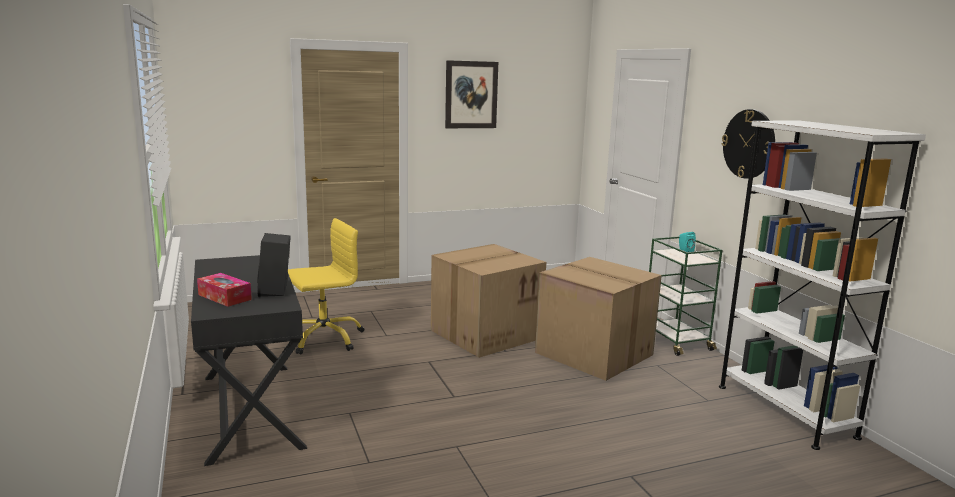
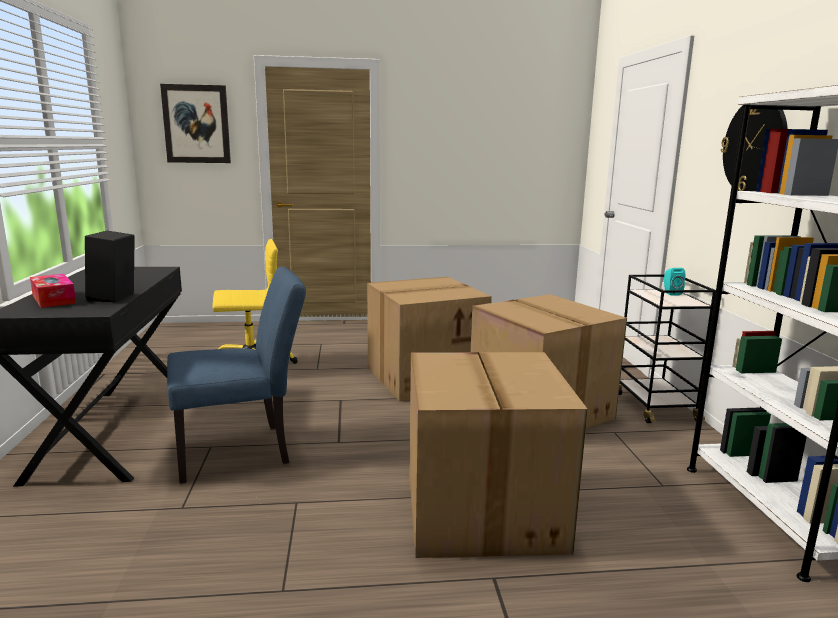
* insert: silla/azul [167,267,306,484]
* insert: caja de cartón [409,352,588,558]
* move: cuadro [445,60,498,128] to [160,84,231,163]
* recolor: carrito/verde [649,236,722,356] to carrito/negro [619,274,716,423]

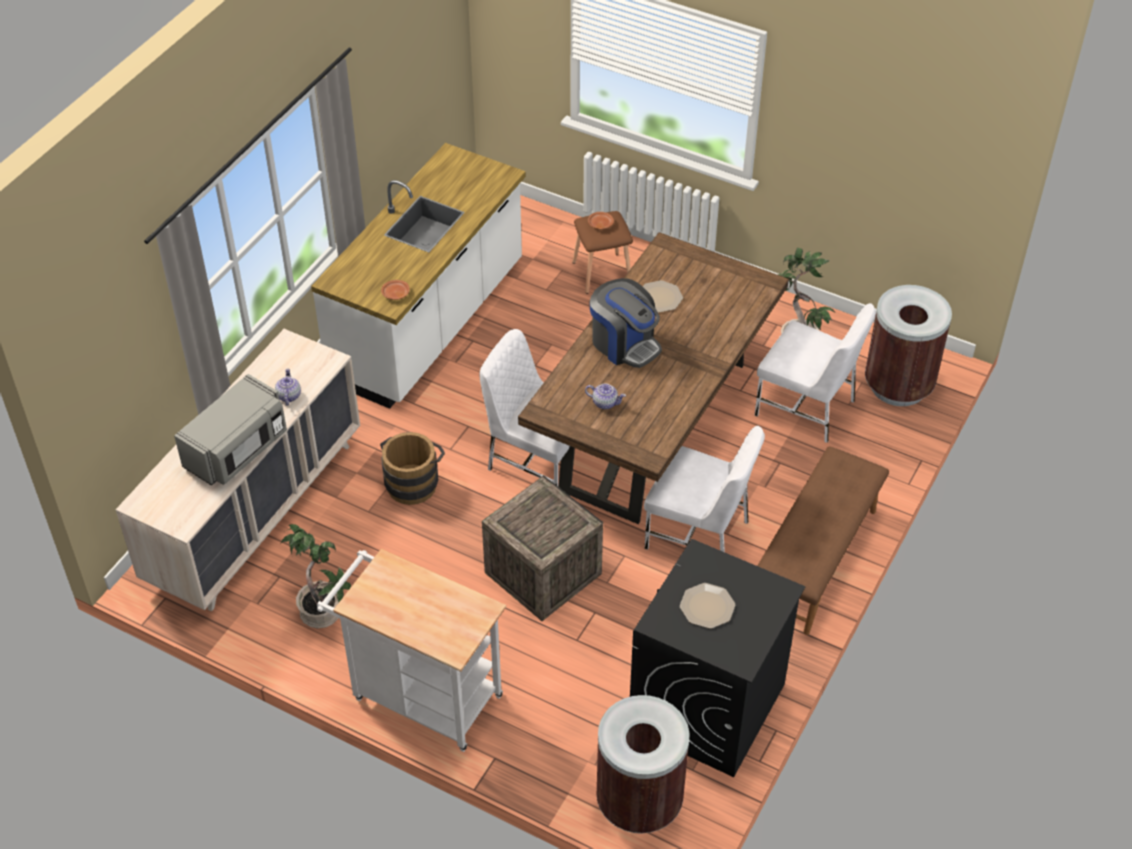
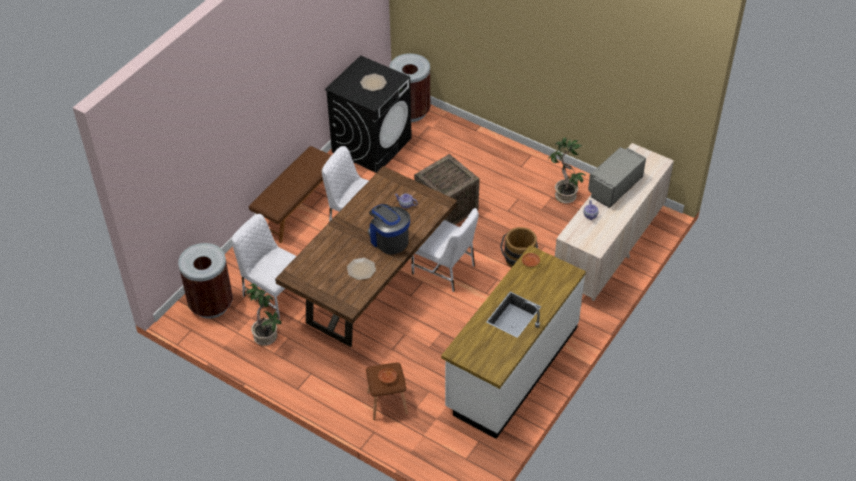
* delete: carrito/blanco [317,549,506,752]

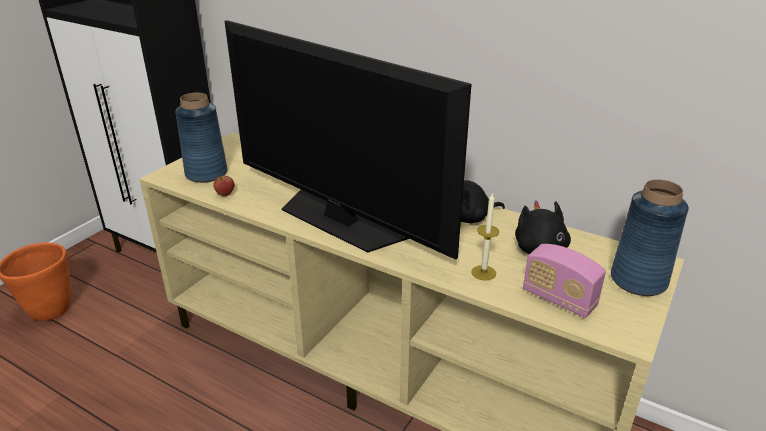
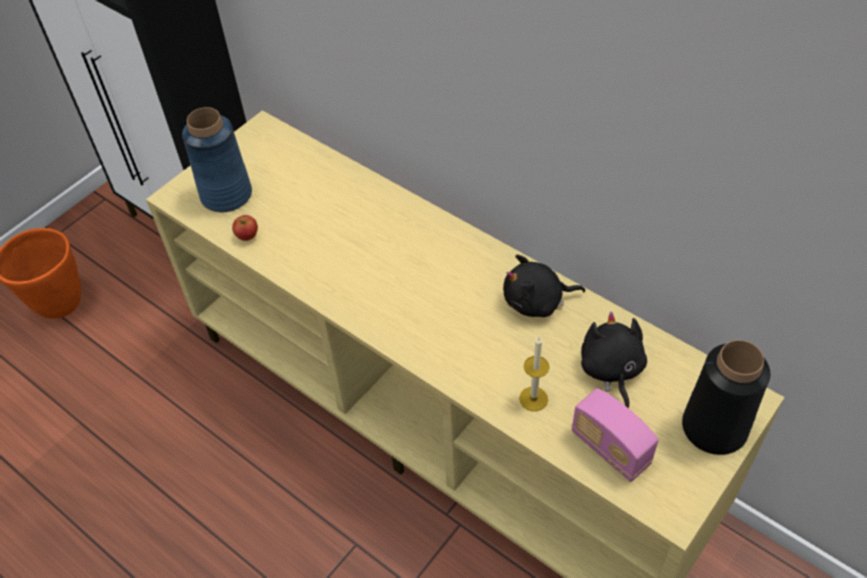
* delete: televisor [225,20,472,260]
* recolor: florero/azul [611,179,689,296] to florero/negro [682,340,770,455]

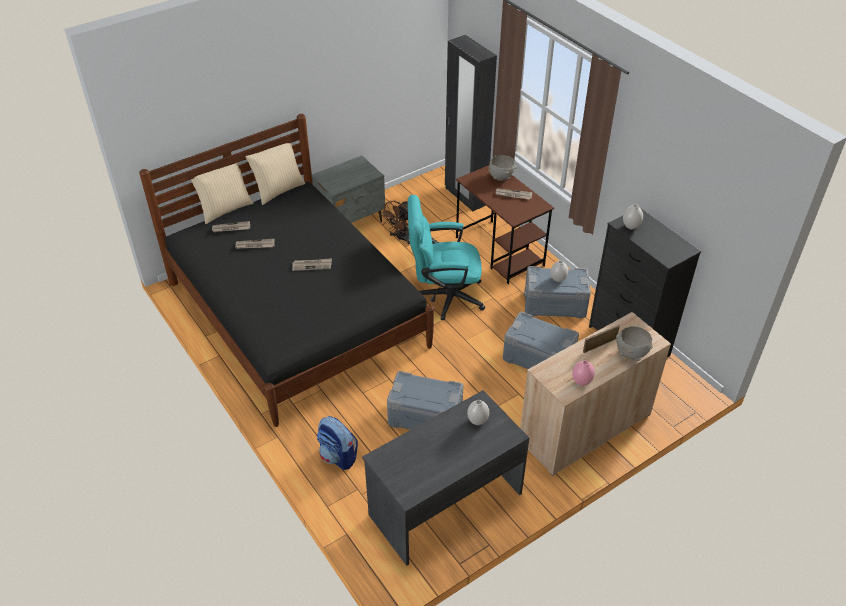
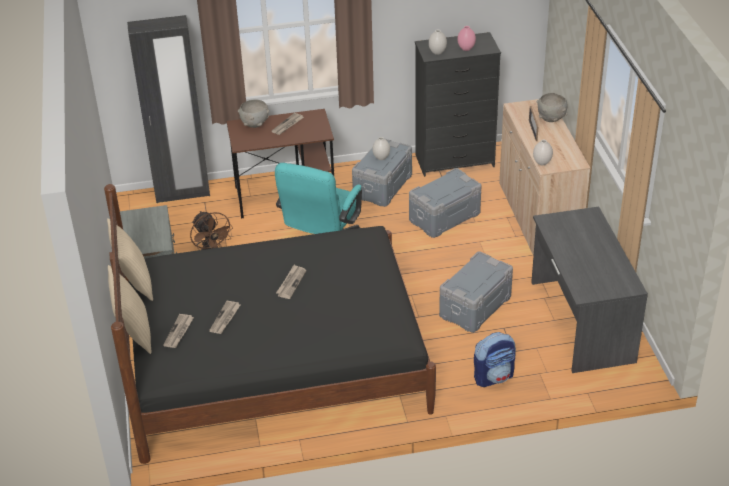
* move: florero/blanco [467,400,489,425] to [533,140,553,165]
* move: florero/rosa [572,360,595,386] to [458,26,476,51]

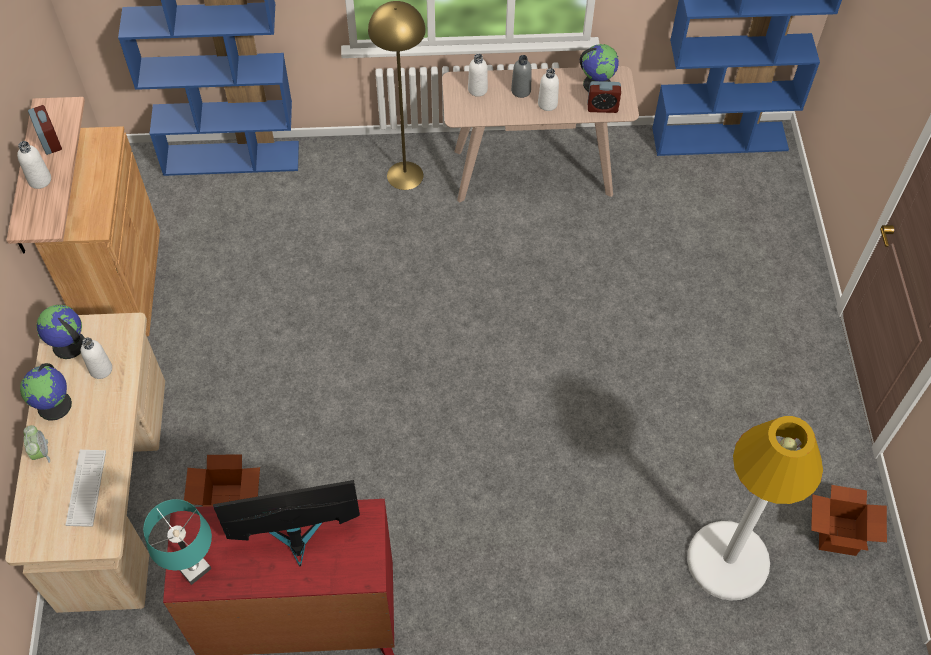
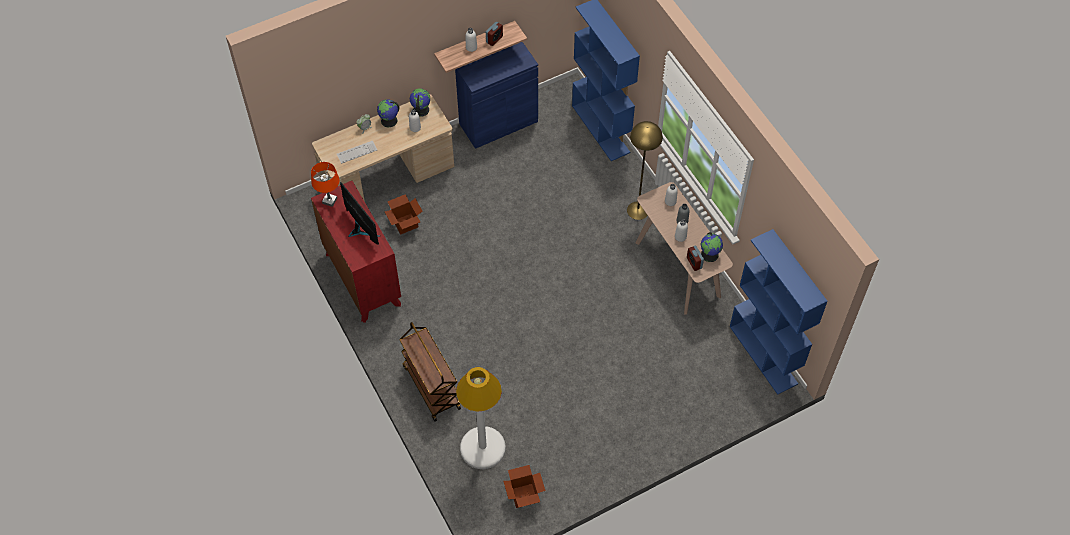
* insert: carrito/marrón [399,322,461,421]
* recolor: armario/marrón [35,126,160,336] to armario/azul [455,42,538,149]
* recolor: lámpara de mesa/turquesa [143,499,212,585] to lámpara de mesa/naranja [311,162,340,207]

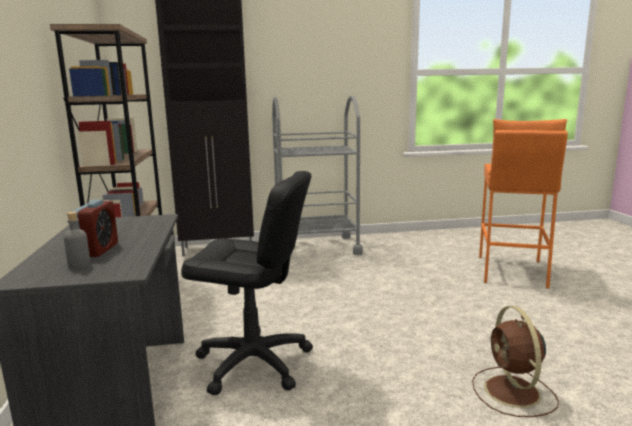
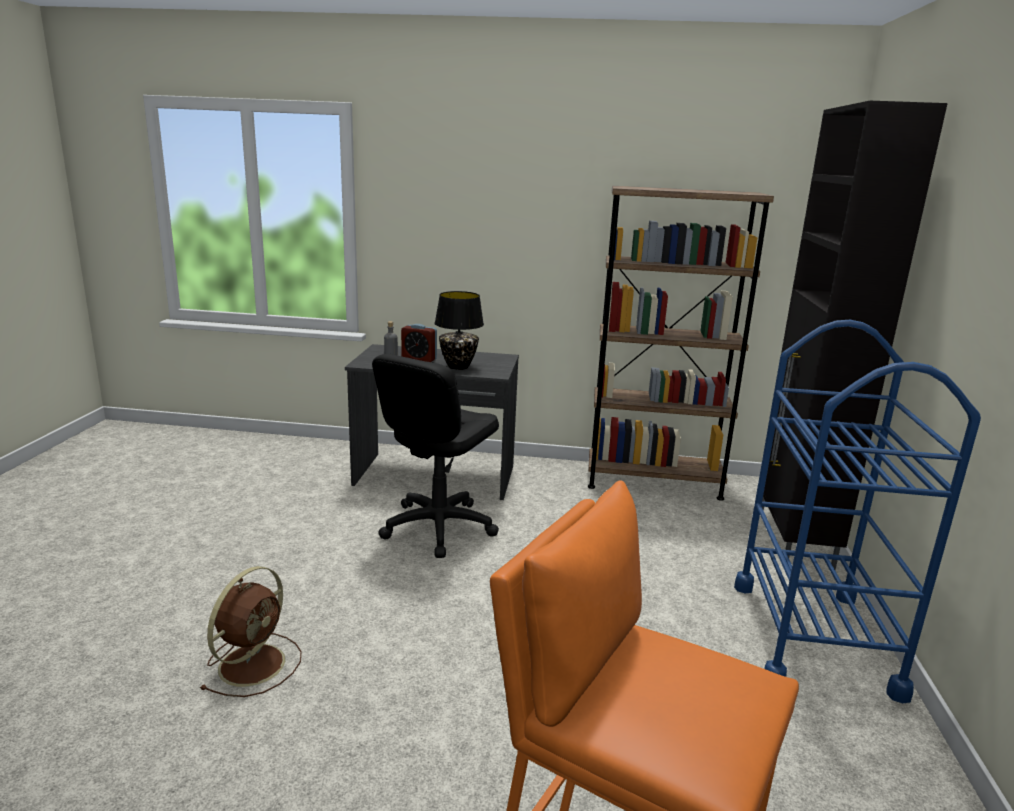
* insert: lámpara de mesa/negro [434,291,484,370]
* recolor: carrito/gris [272,95,363,255] to carrito/azul [734,320,981,703]
* rotate: ventilador/marrón [472,306,559,417] = [200,566,301,697] 105 degrees clockwise

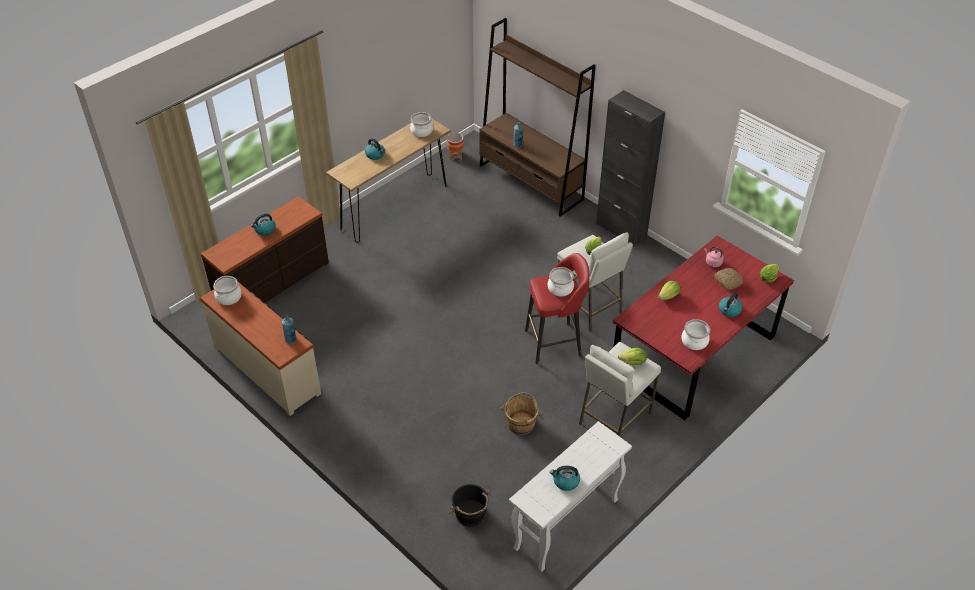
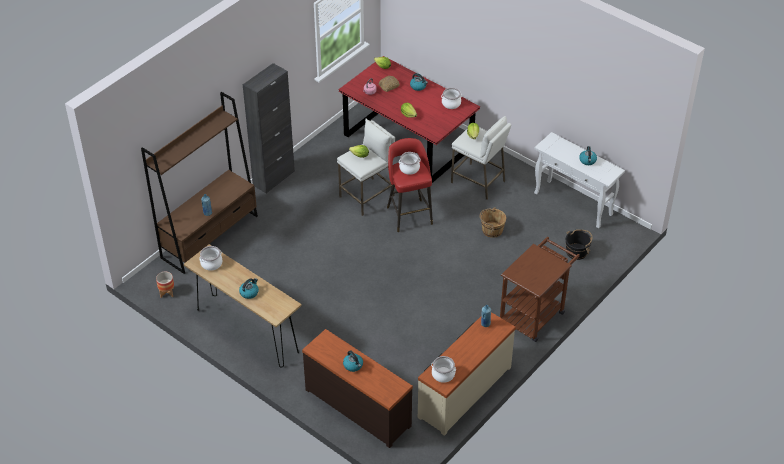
* insert: carrito/marrón [500,237,580,342]

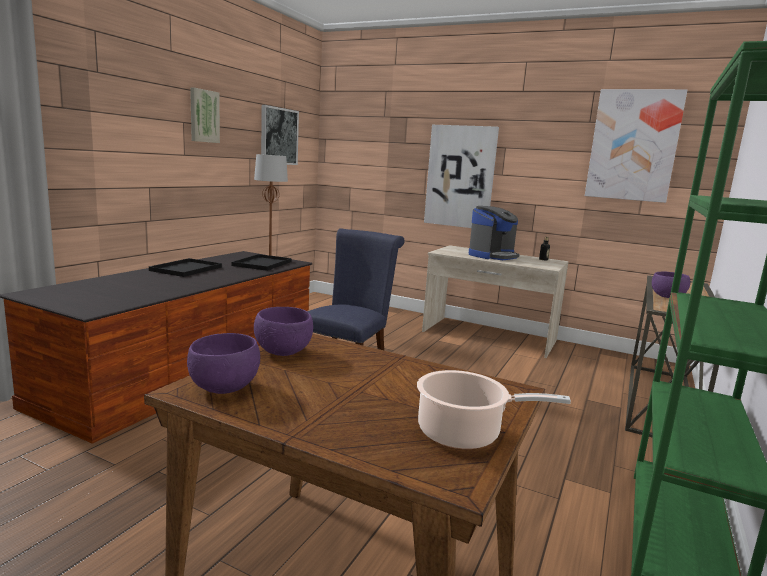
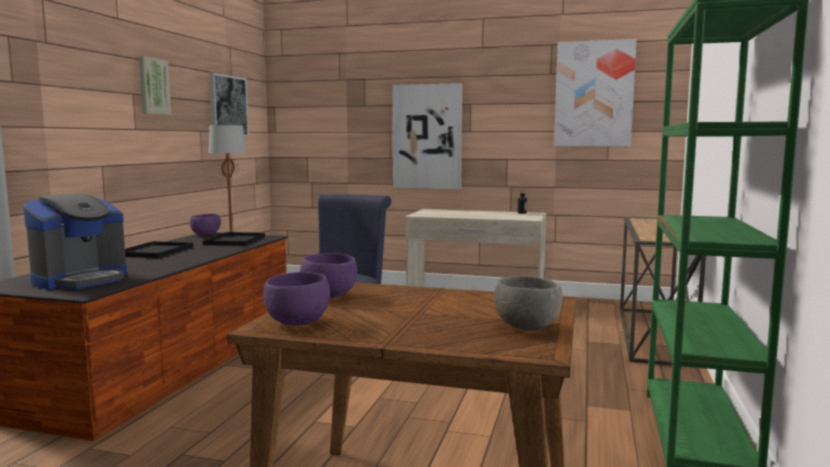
* move: cafetera [469,206,519,260] to [23,194,127,290]
* move: cuenco/morado [652,272,690,298] to [190,214,221,236]
* replace: olla [417,370,571,449] to cuenco/gris [494,276,562,331]

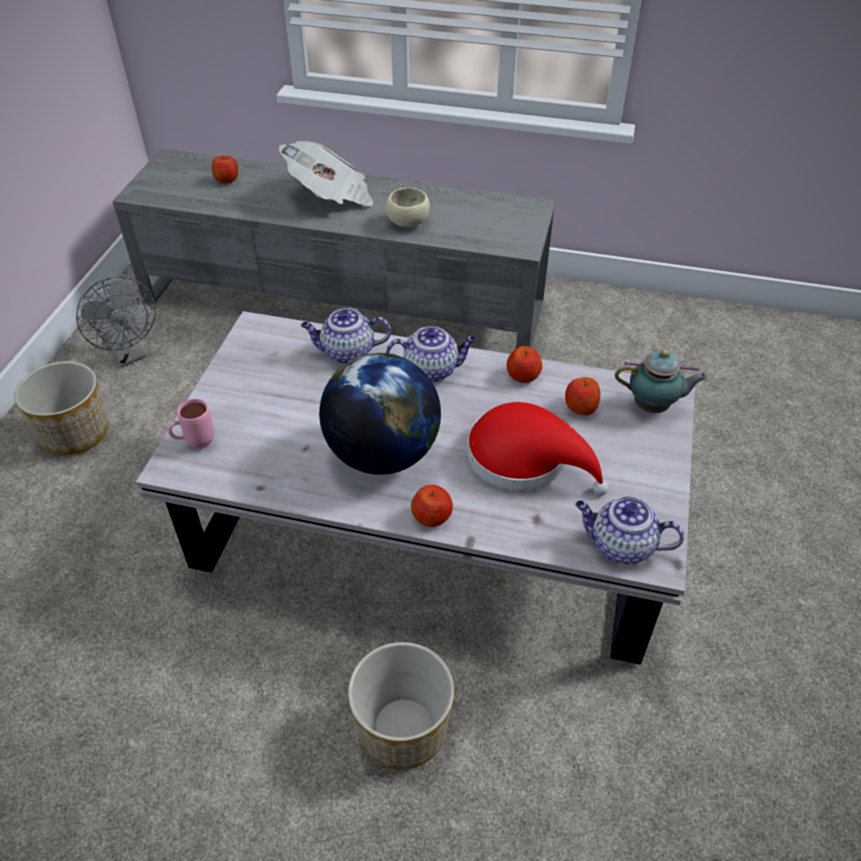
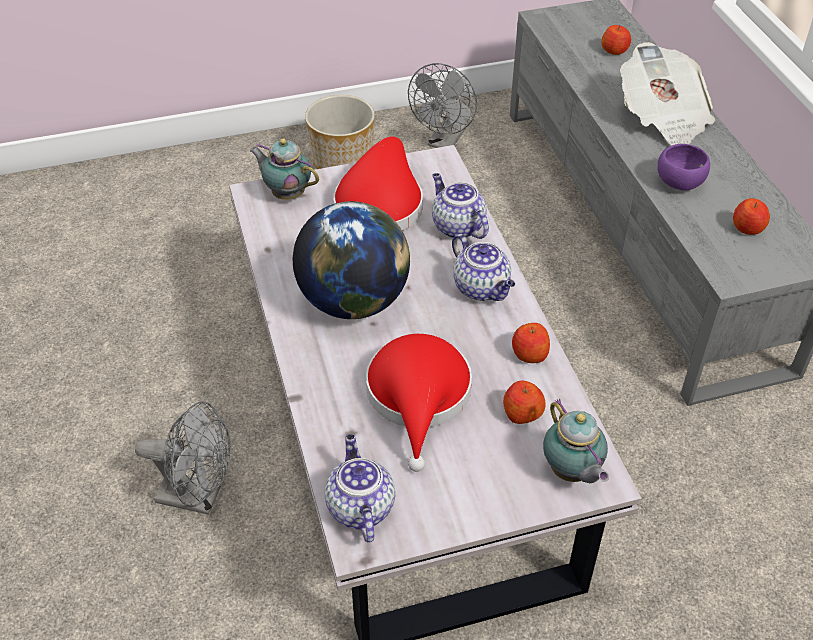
* insert: sombrero/rojo [334,137,423,231]
* move: manzana [411,485,453,527] to [733,198,770,235]
* replace: taza grande/rosa [168,399,215,449] to tetera [249,139,319,200]
* replace: maceta [348,642,454,769] to ventilador/gris [135,401,231,515]
* recolor: cuenco/beis [386,187,430,227] to cuenco/morado [657,144,710,190]

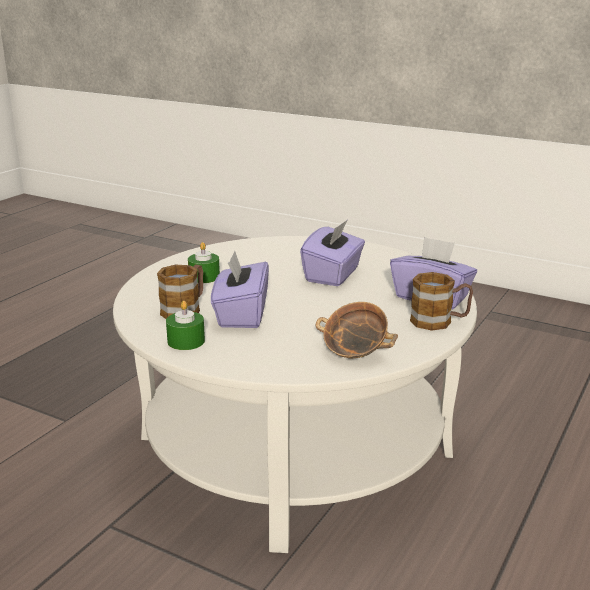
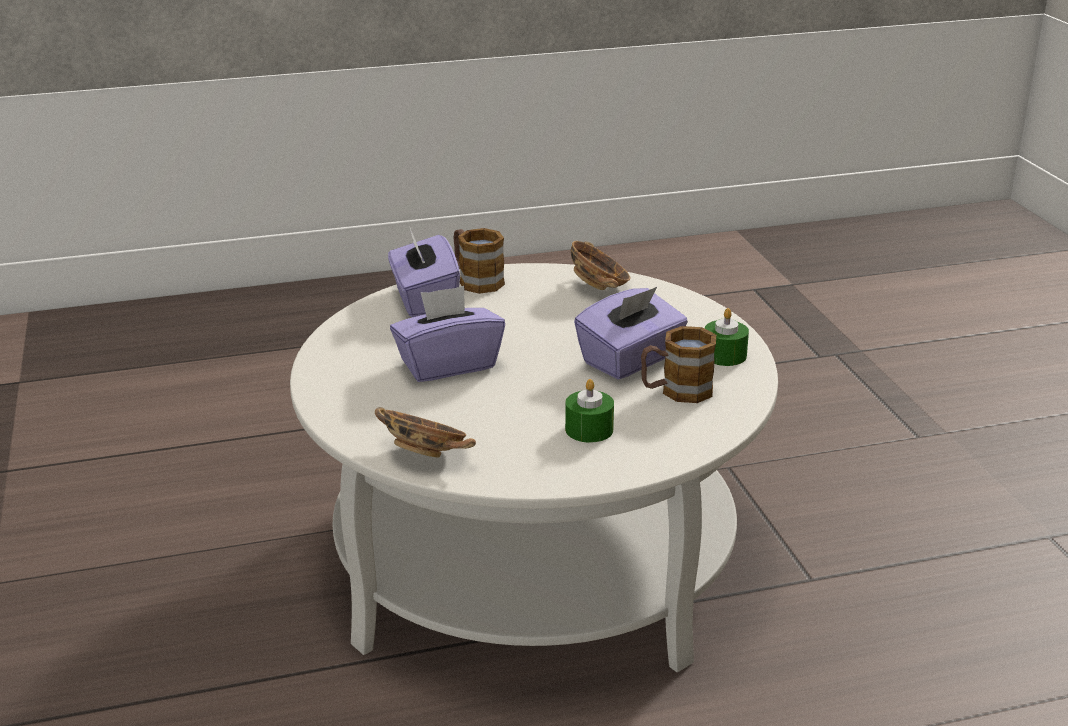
* insert: cuenco [375,407,476,458]

